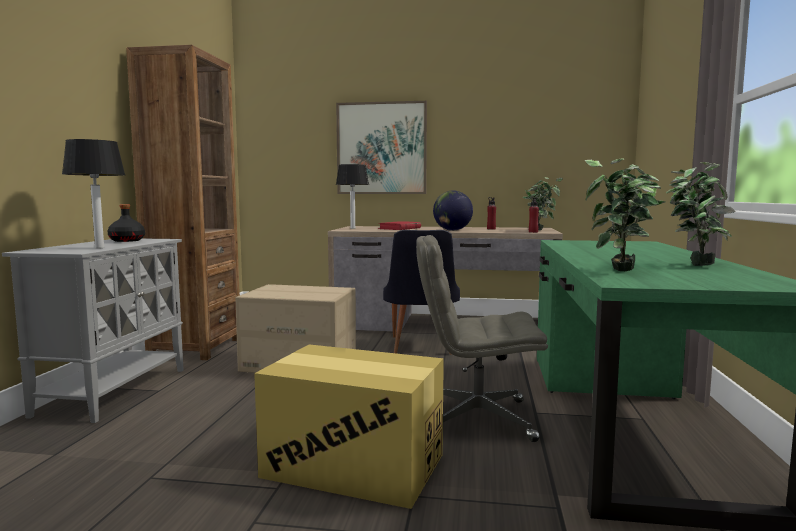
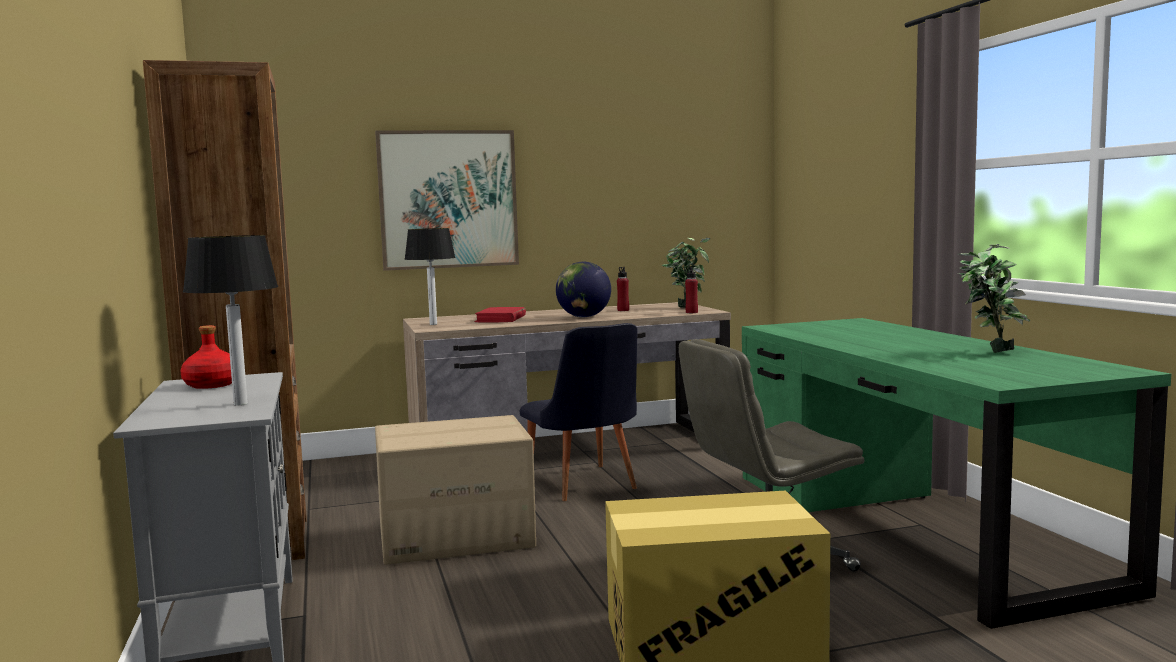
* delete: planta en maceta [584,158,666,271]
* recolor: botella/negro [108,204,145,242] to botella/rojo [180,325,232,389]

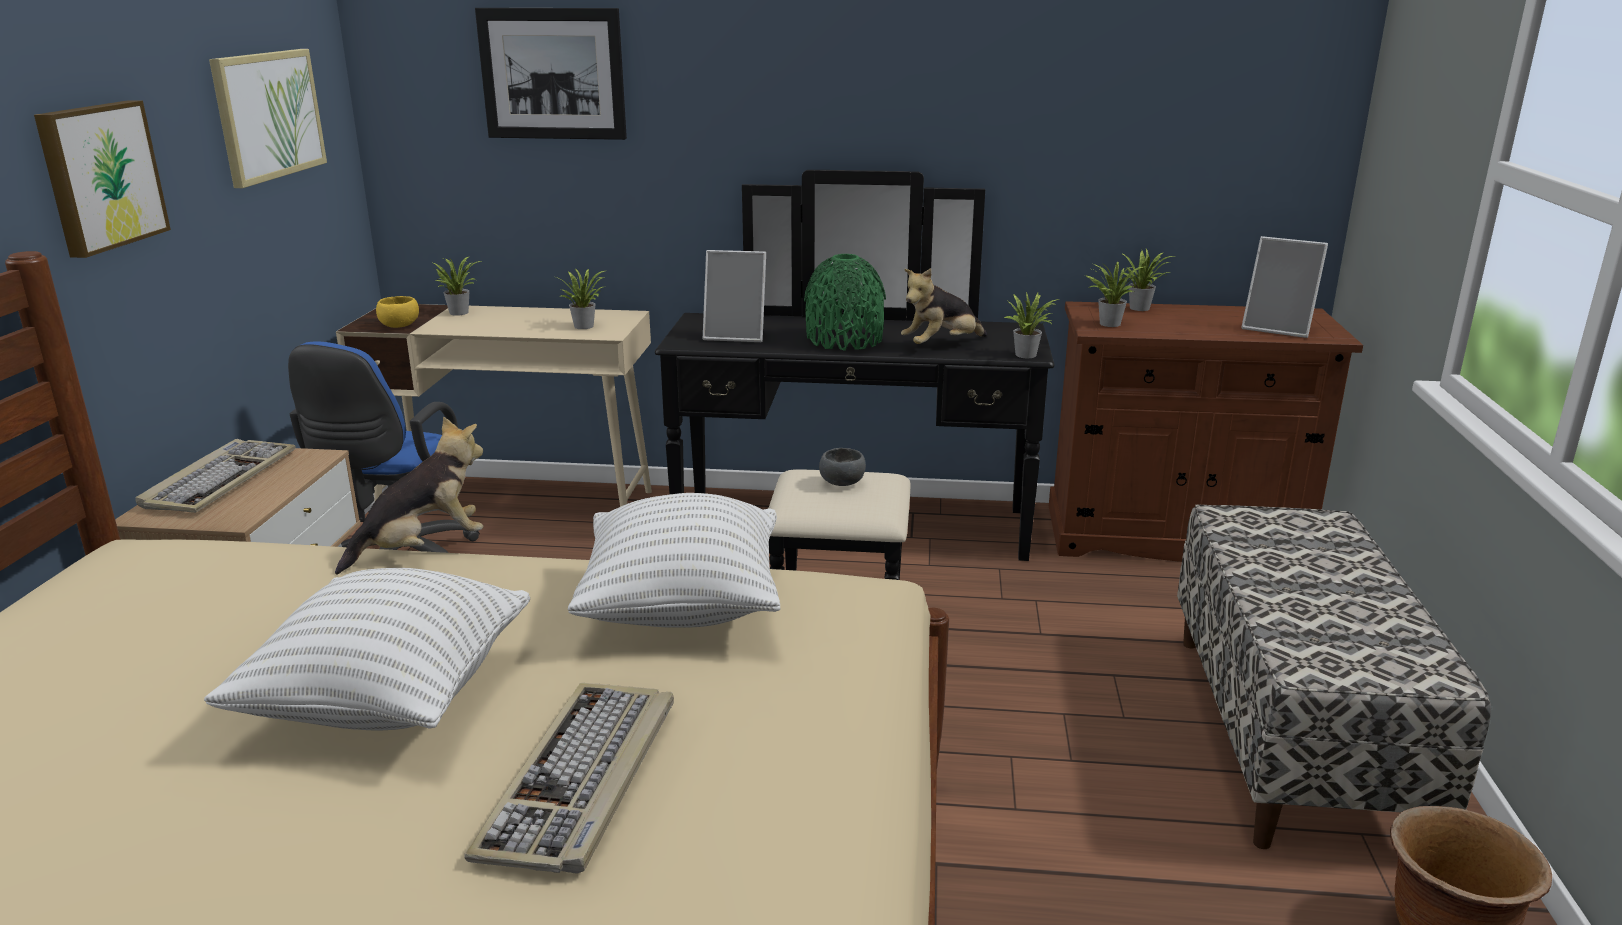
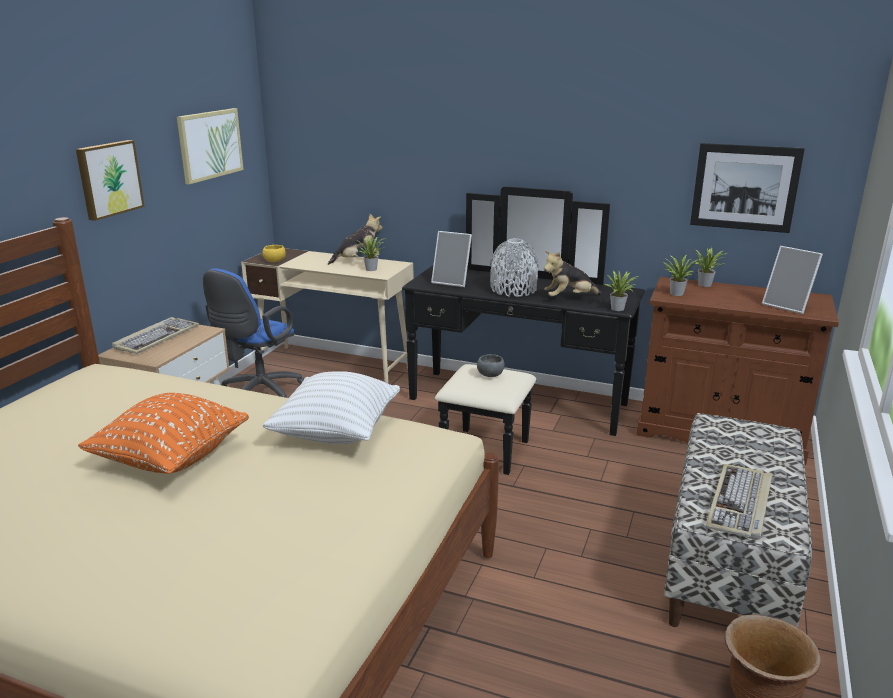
* delete: planta en maceta [434,257,482,316]
* move: peluche [335,416,483,575] to [328,214,383,265]
* move: teclado [464,683,674,874] to [705,464,773,540]
* move: cuadro [475,8,627,140] to [690,143,805,233]
* recolor: cojín/blanco [204,568,530,730] to cojín/naranja [78,393,249,474]
* recolor: florero/verde [804,254,886,351] to florero/gris [490,239,539,297]

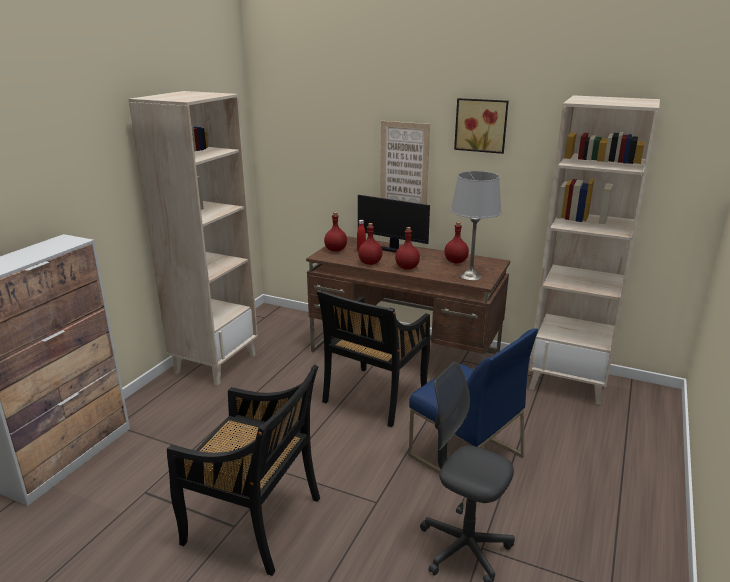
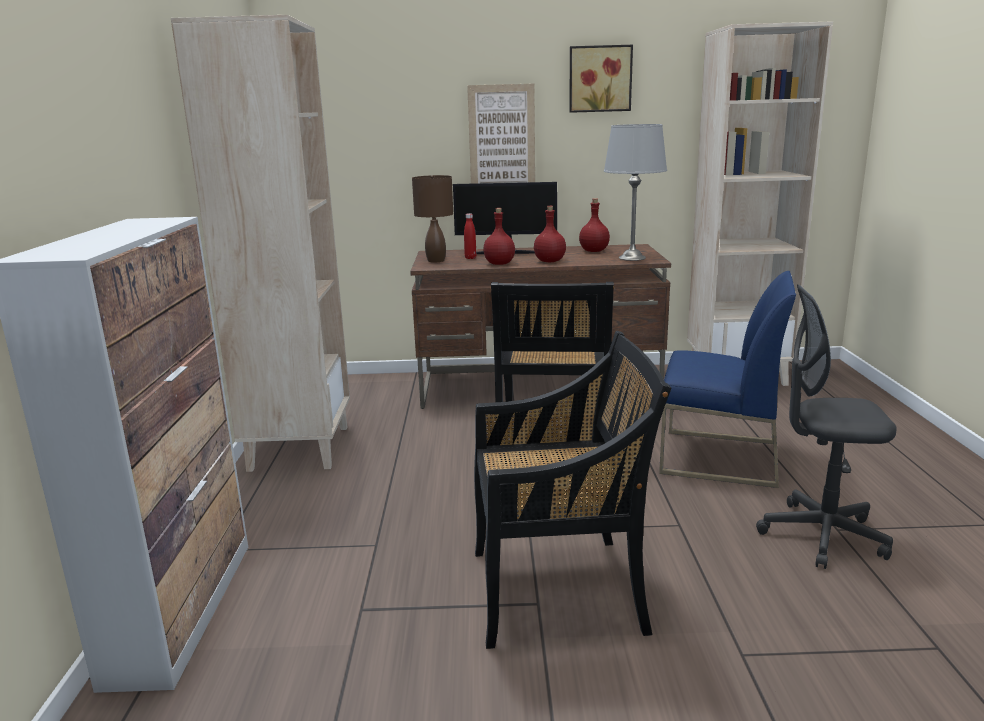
* replace: botella/rojo [324,212,347,252] to lámpara de mesa/marrón [412,175,453,263]

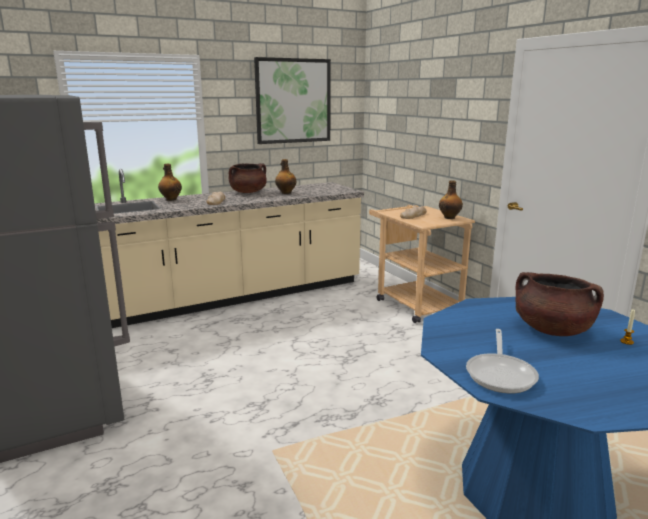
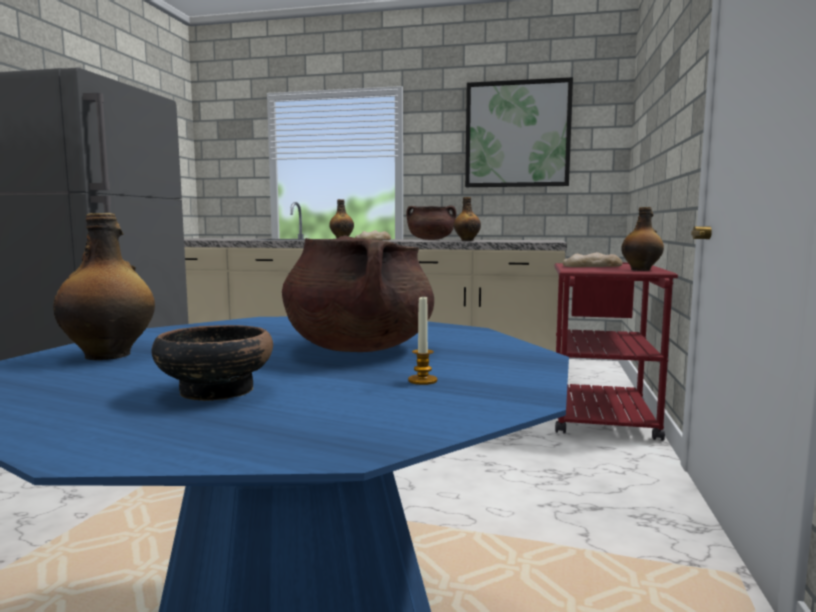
* insert: cuenco [151,325,273,401]
* replace: sartén [466,329,539,394] to botella [53,213,155,360]
* recolor: carrito/beis [369,205,475,323] to carrito/rojo [554,262,678,441]

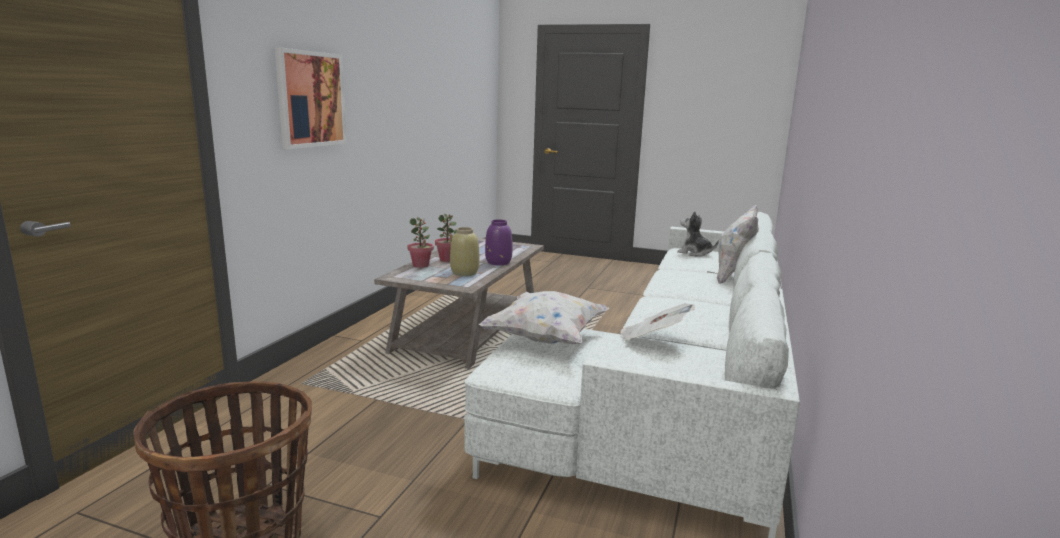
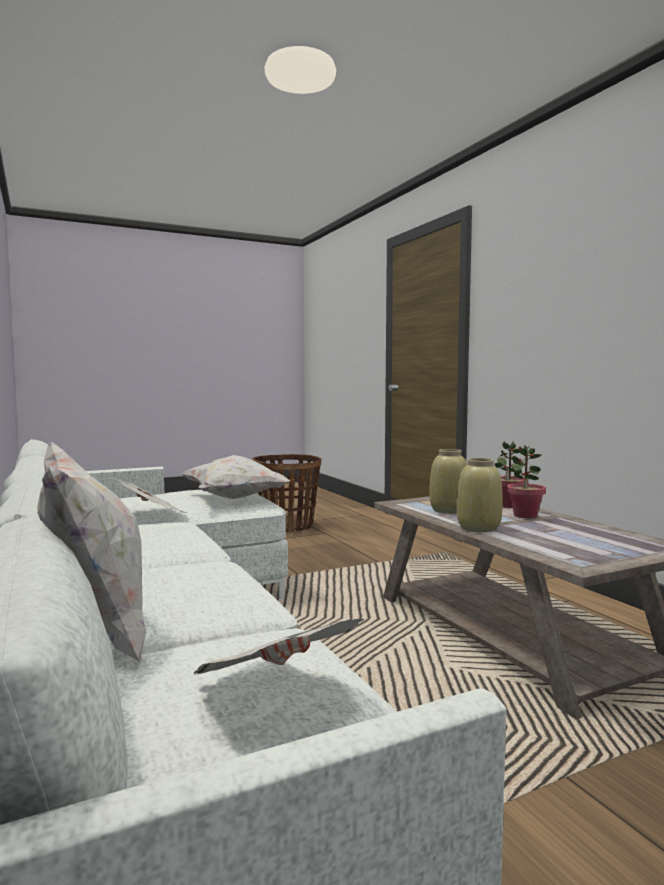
* delete: cuadro [275,47,347,149]
* replace: peluche [677,211,719,257] to periódico [193,619,365,675]
* recolor: florero/morado [485,220,513,265] to florero/beis [457,458,503,532]

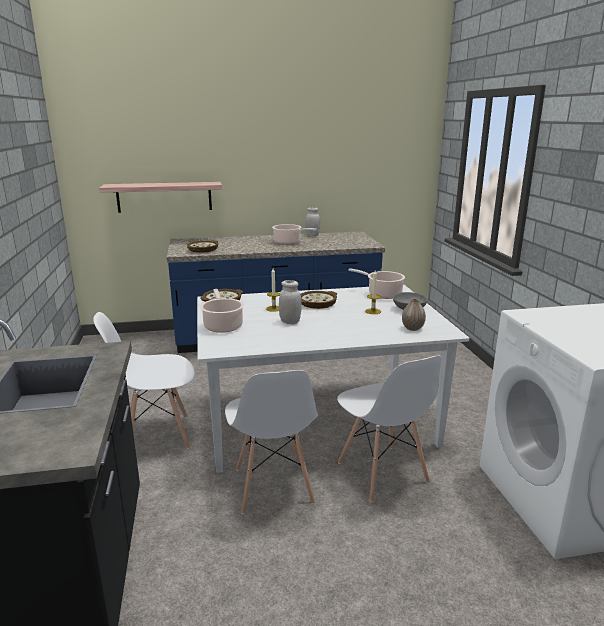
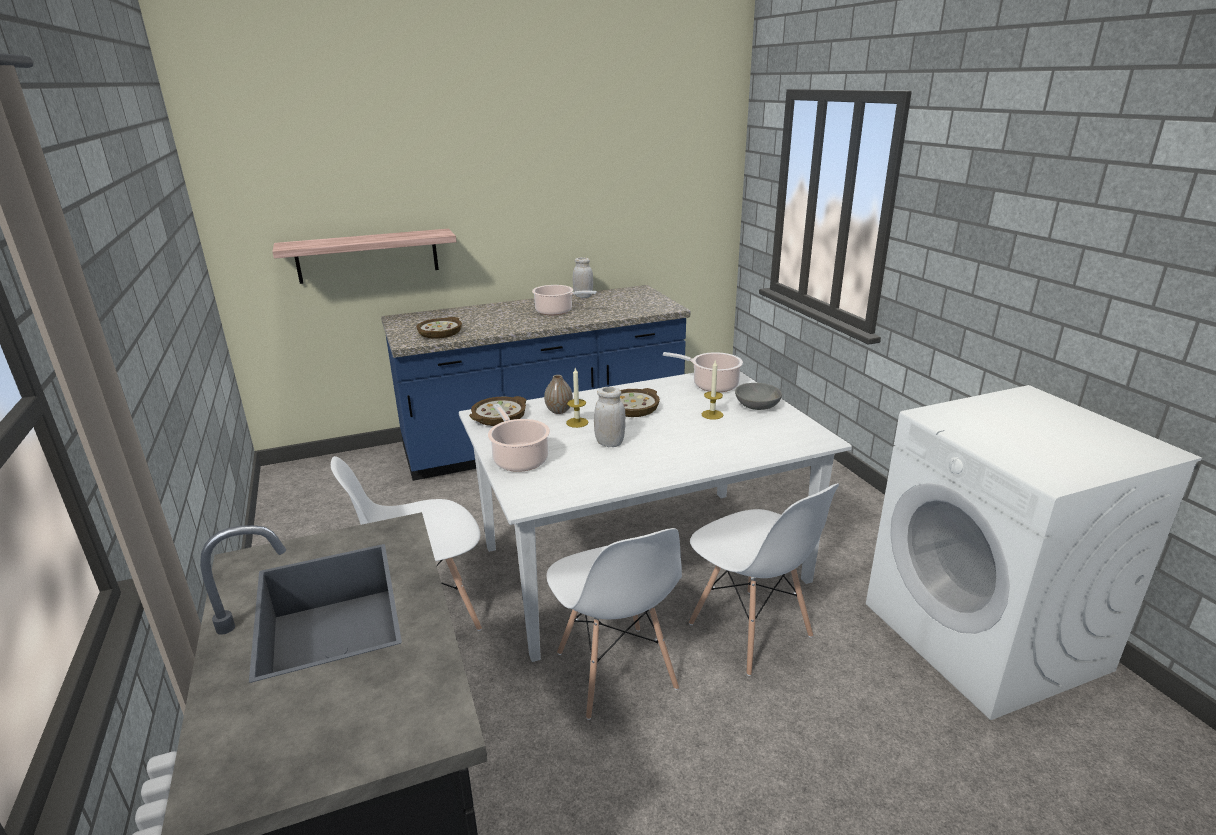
* move: florero [402,298,426,331] to [544,375,573,414]

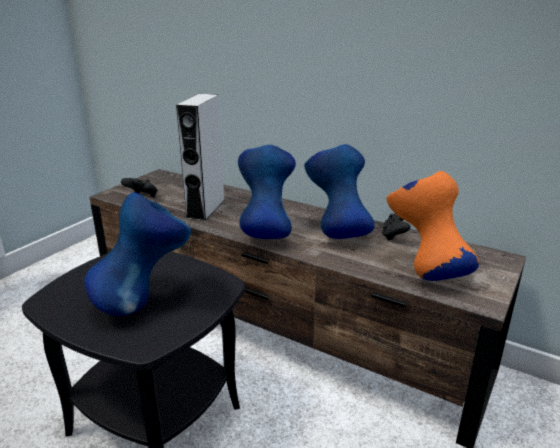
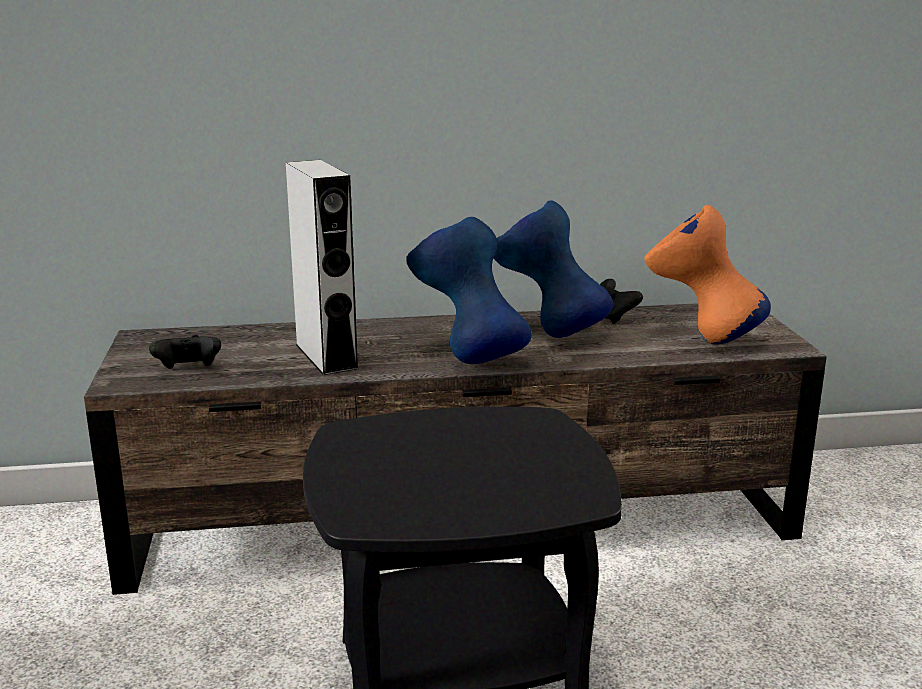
* delete: florero/azul [84,192,191,316]

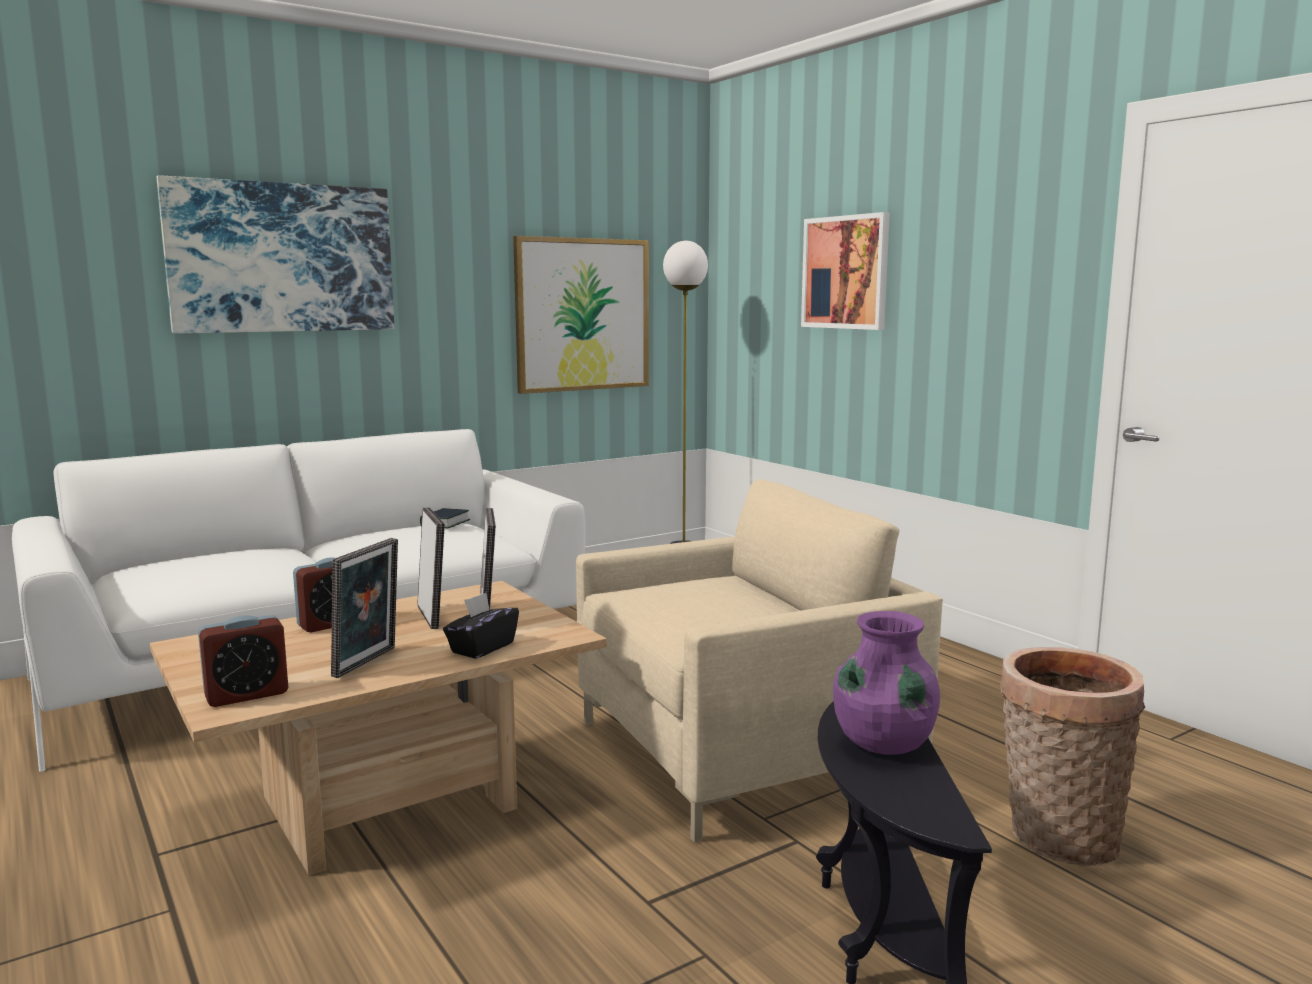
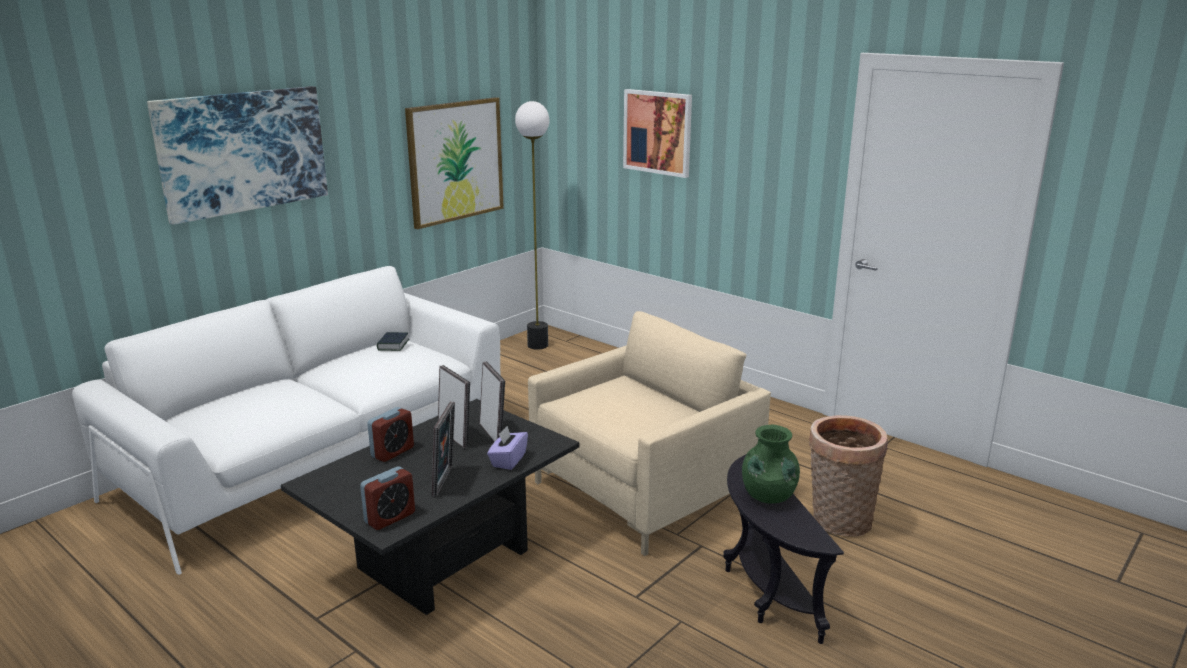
* recolor: mesa de centro/beis [150,581,607,875] to mesa de centro/negro [281,399,579,615]
* recolor: caja de pañuelos/negro [443,593,519,659] to caja de pañuelos/morado [487,426,528,470]
* recolor: florero/morado [833,611,940,755] to florero/verde [742,425,800,504]

